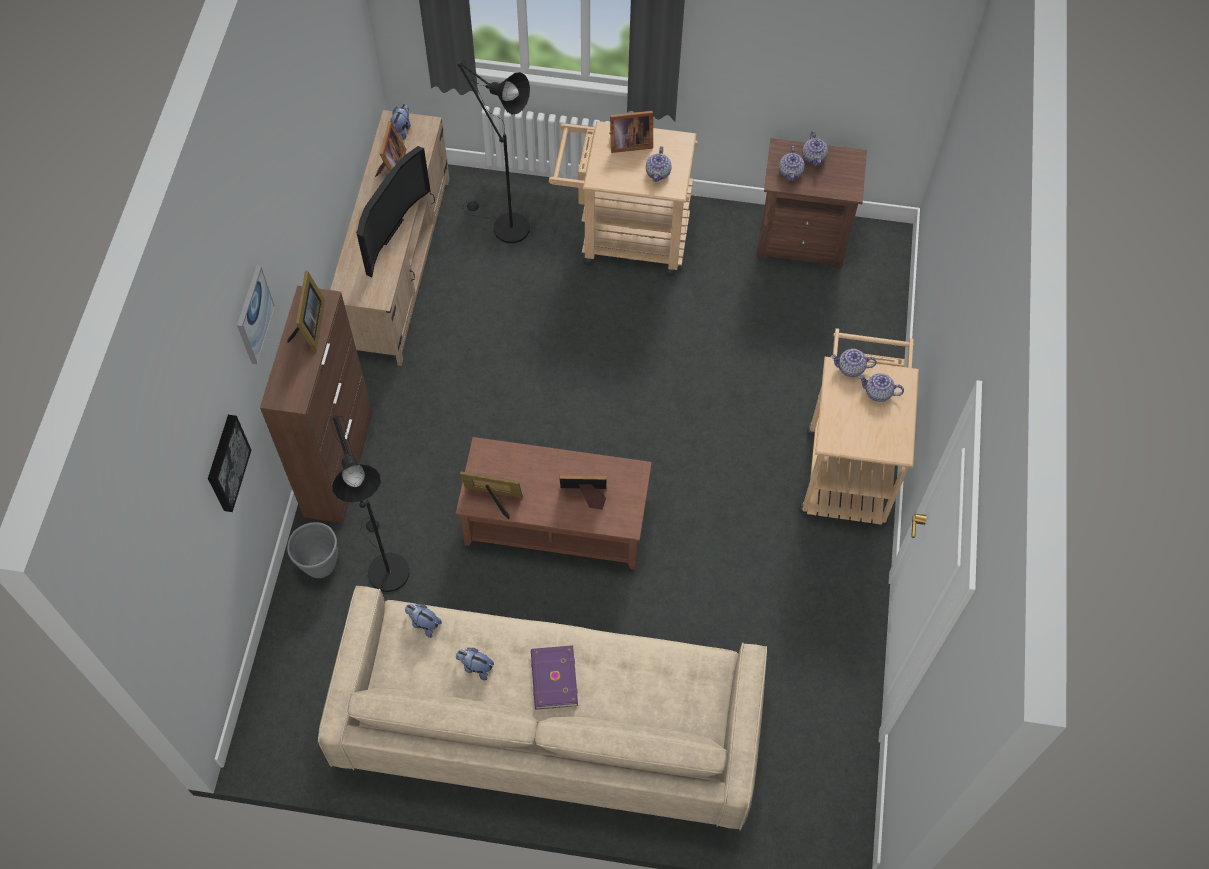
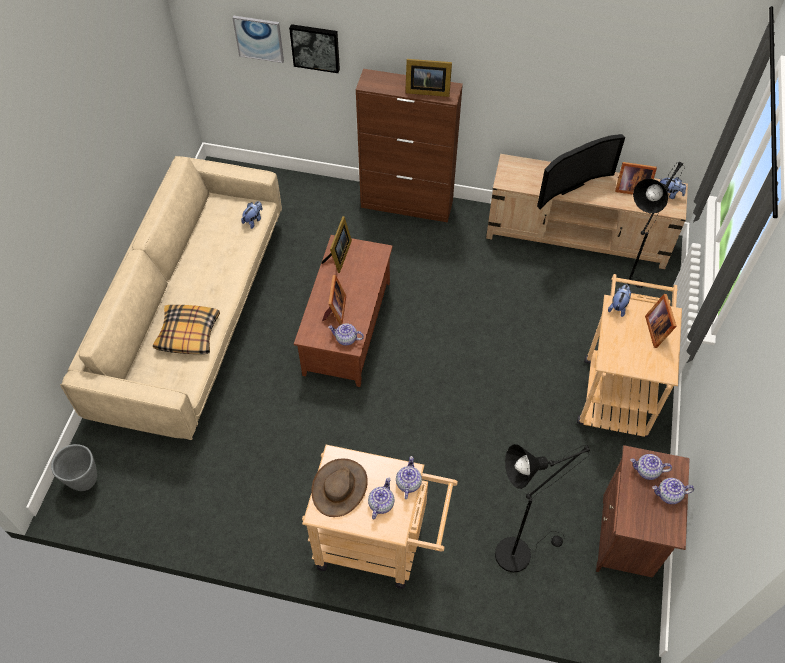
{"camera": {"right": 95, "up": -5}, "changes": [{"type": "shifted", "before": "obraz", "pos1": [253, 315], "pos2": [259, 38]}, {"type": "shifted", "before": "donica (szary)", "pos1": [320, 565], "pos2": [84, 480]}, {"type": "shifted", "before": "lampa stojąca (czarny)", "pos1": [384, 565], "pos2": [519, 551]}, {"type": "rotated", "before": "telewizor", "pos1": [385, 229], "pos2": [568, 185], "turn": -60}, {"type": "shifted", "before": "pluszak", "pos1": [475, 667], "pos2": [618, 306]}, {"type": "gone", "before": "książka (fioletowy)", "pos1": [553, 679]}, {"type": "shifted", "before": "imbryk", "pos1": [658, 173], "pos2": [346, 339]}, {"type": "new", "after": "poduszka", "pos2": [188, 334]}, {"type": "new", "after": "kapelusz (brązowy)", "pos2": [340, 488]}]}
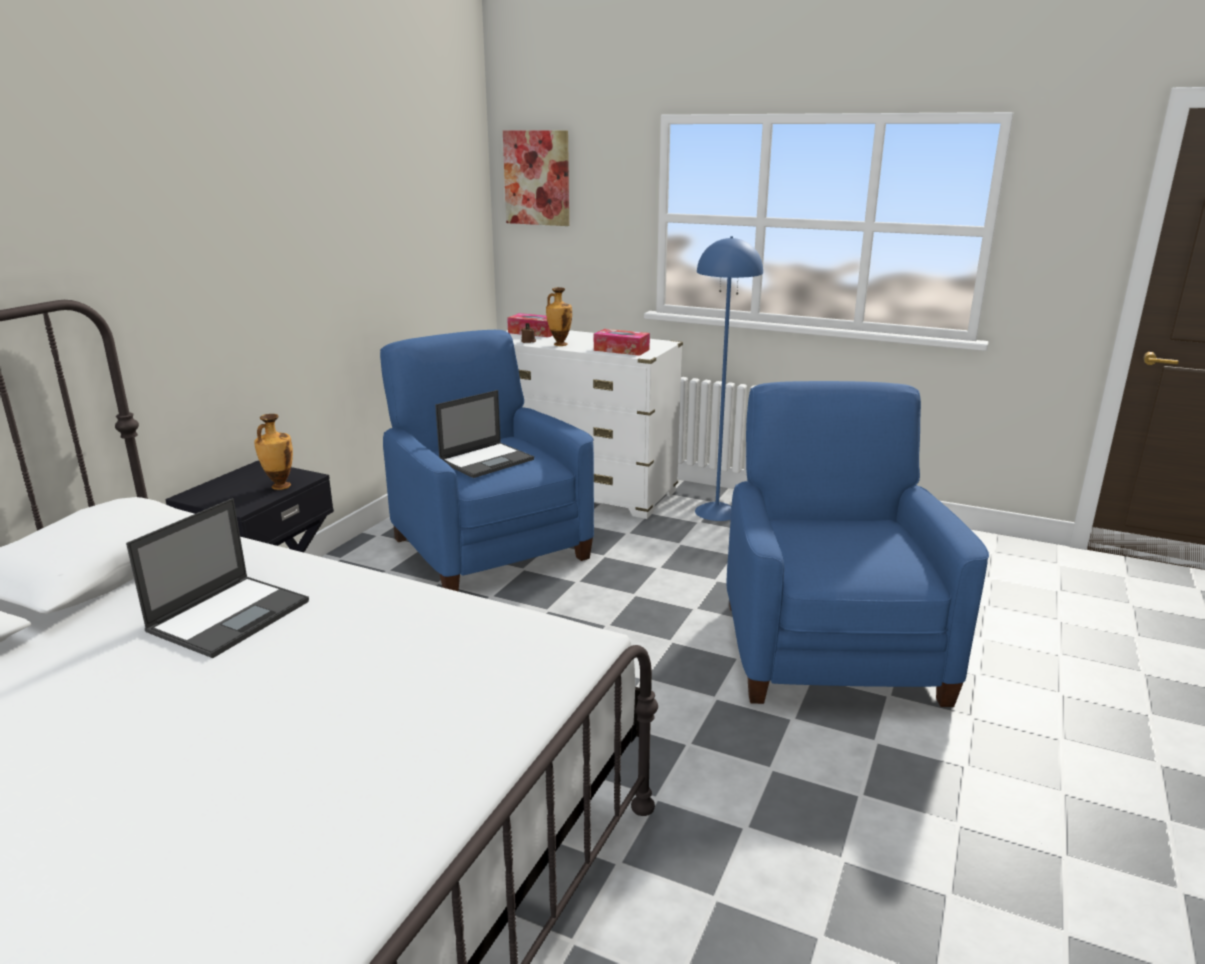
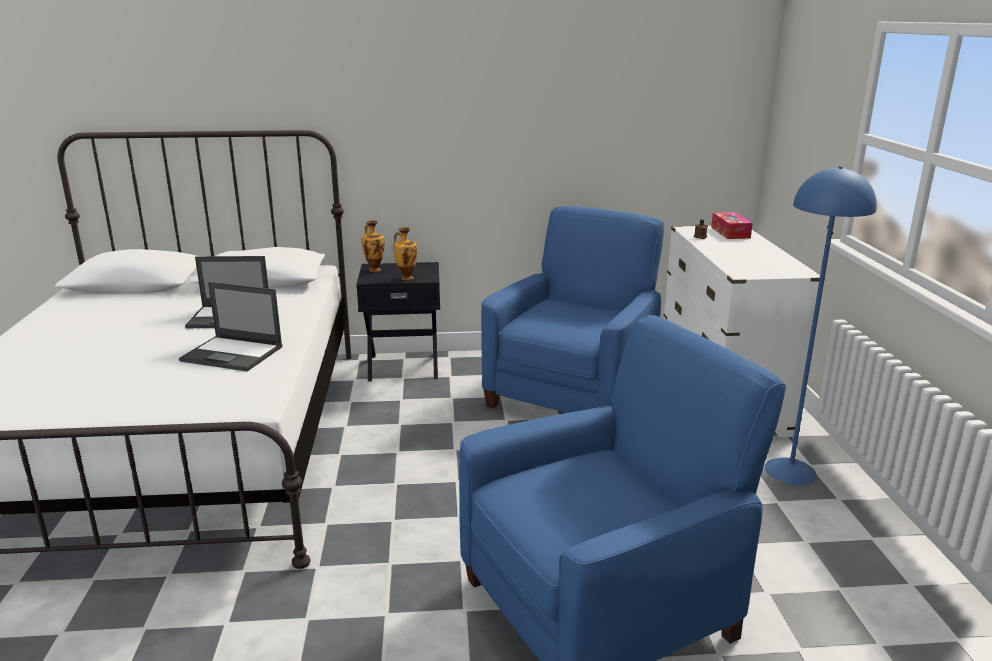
{"camera": {"right": 60, "up": 0}, "changes": [{"type": "shifted", "before": "laptop", "pos1": [487, 460], "pos2": [233, 354]}, {"type": "gone", "before": "obraz", "pos1": [537, 178]}, {"type": "shifted", "before": "wazon", "pos1": [559, 344], "pos2": [374, 269]}, {"type": "gone", "before": "pudełko chusteczek", "pos1": [621, 350]}]}
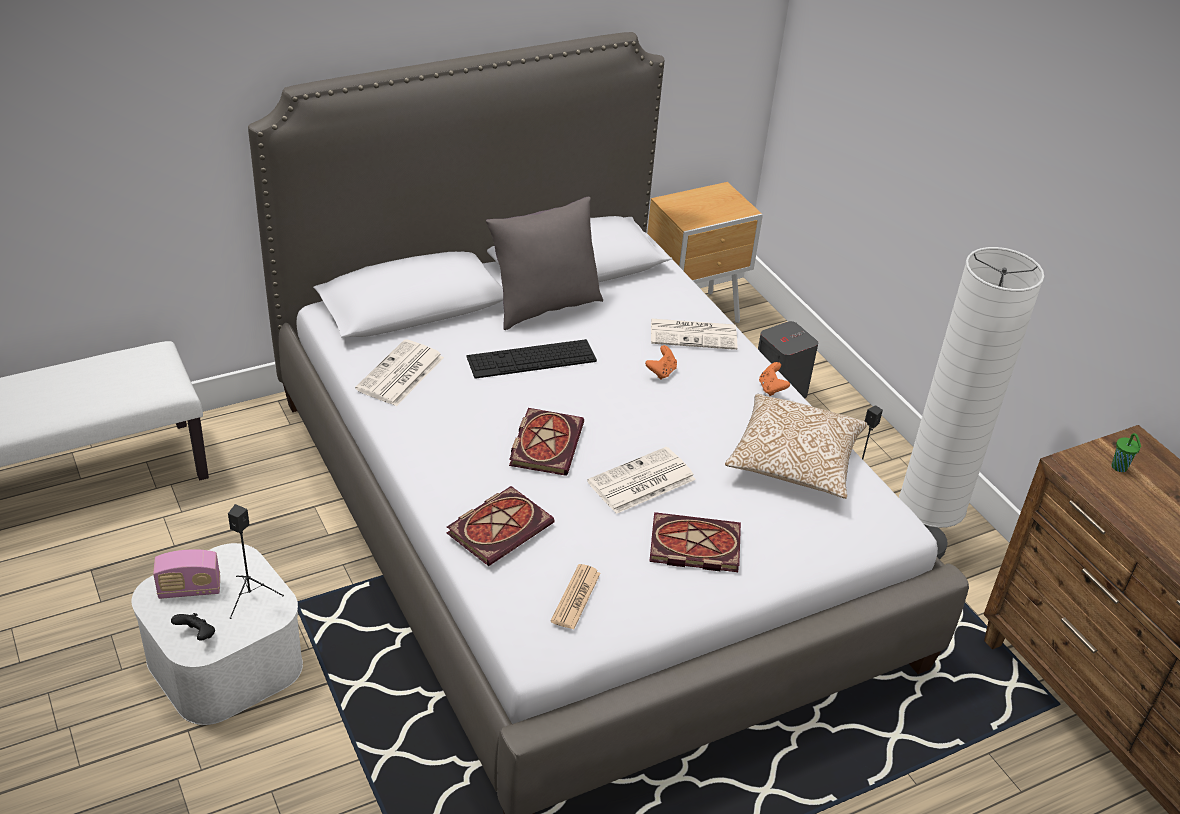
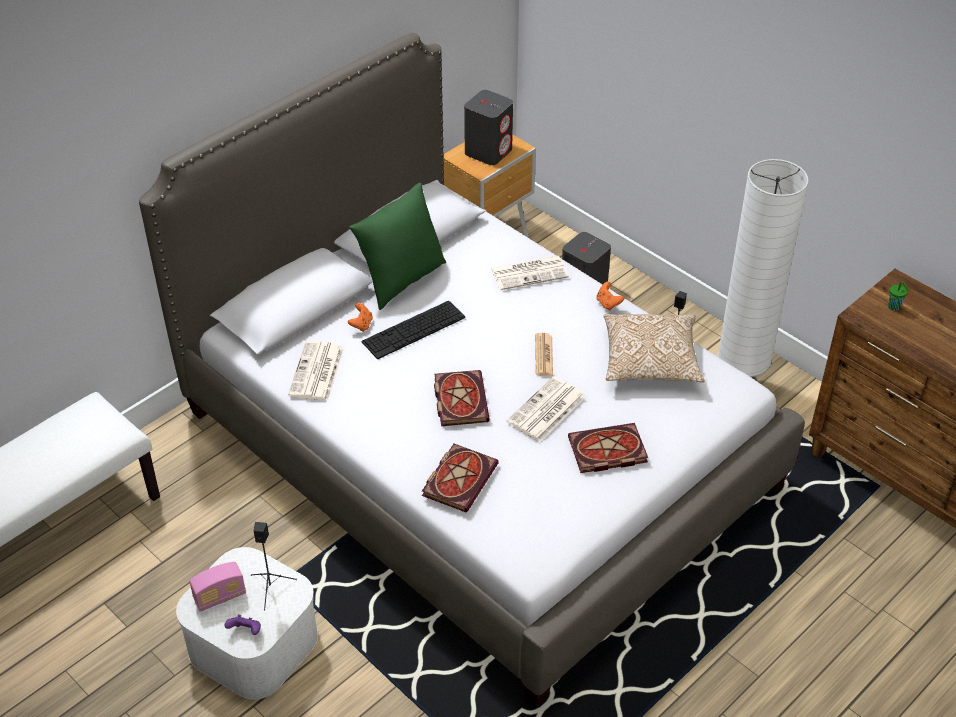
{"camera": {"right": -15, "up": 5}, "changes": [{"type": "repainted", "before": "pad do gier (czarny)", "after": "pad do gier (fioletowy)", "pos1": [197, 635], "pos2": [246, 631]}, {"type": "repainted", "before": "poduszka (szary)", "after": "poduszka (zielony)", "pos1": [544, 307], "pos2": [401, 280]}, {"type": "shifted", "before": "gazeta", "pos1": [576, 597], "pos2": [544, 355]}, {"type": "shifted", "before": "pad do gier (pomarańczowy)", "pos1": [661, 372], "pos2": [361, 325]}, {"type": "new", "after": "głośnik (szary)", "pos2": [488, 151]}]}
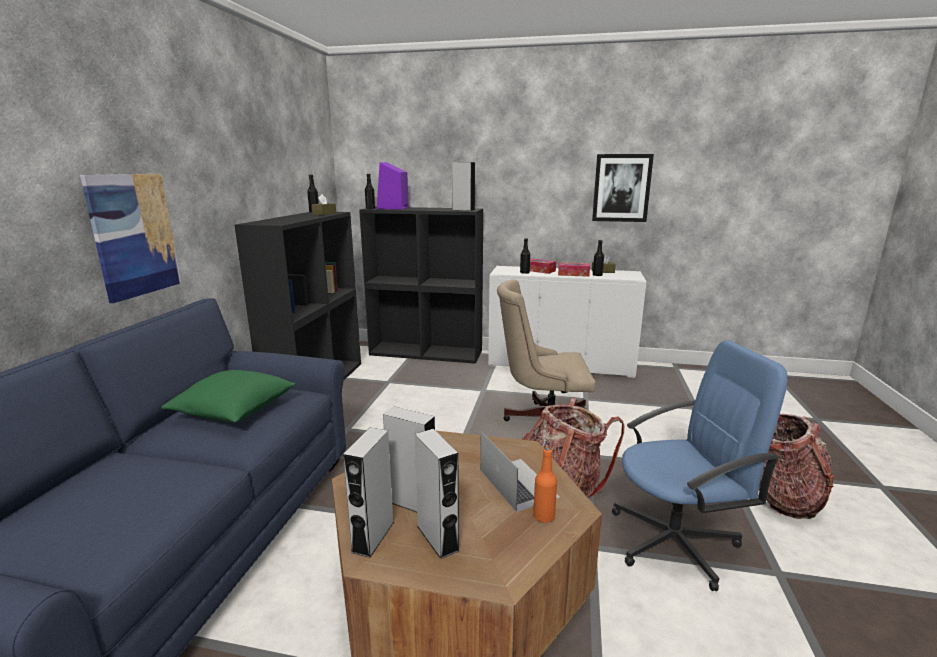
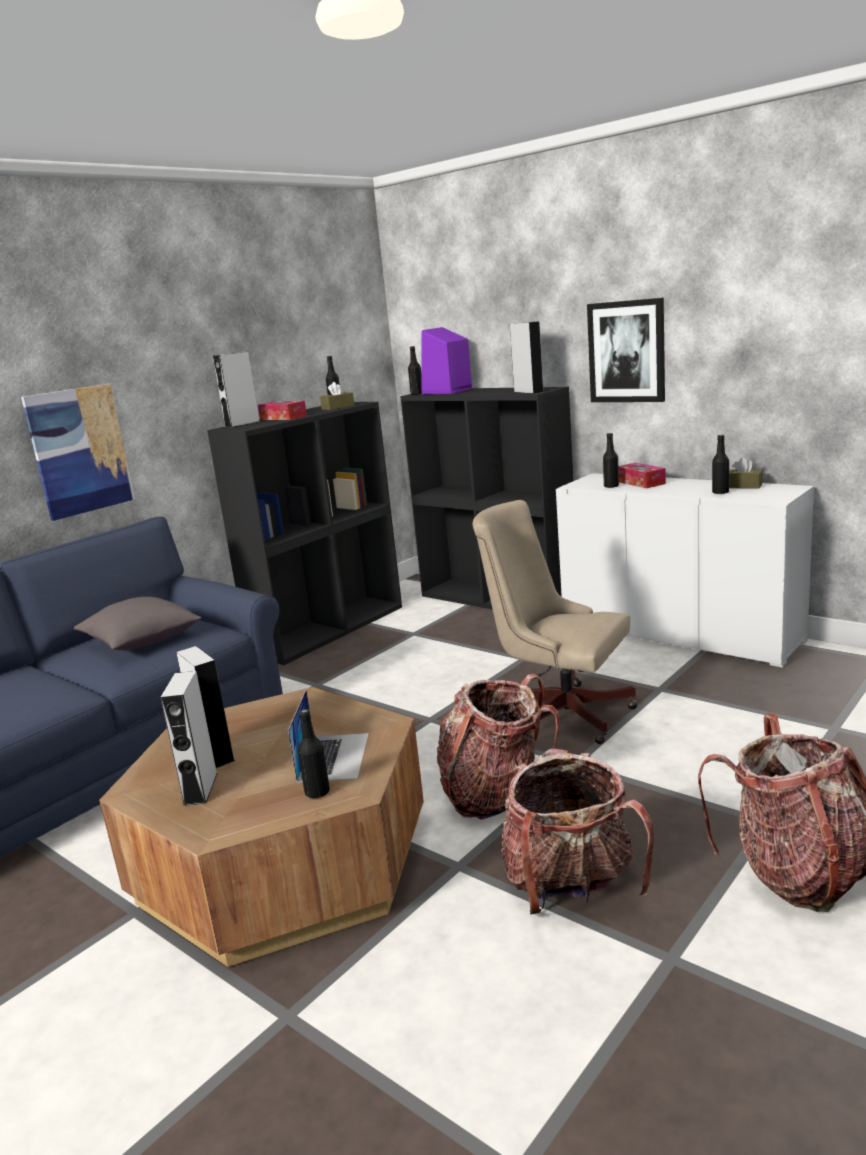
{"camera": {"right": 30, "up": 0}, "changes": [{"type": "repainted", "before": "poduszka (zielony)", "after": "poduszka (szary)", "pos1": [235, 412], "pos2": [142, 642]}, {"type": "shifted", "before": "głośnik (szary)", "pos1": [373, 536], "pos2": [242, 424]}, {"type": "repainted", "before": "butelka (pomarańczowy)", "after": "butelka (czarny)", "pos1": [544, 516], "pos2": [317, 792]}, {"type": "shifted", "before": "pudełko chusteczek", "pos1": [573, 274], "pos2": [283, 418]}, {"type": "shifted", "before": "obraz", "pos1": [621, 188], "pos2": [626, 351]}, {"type": "swapped", "before": "krzesło biurowe (niebieski)", "after": "plecak", "pos1": [675, 541], "pos2": [570, 887]}]}
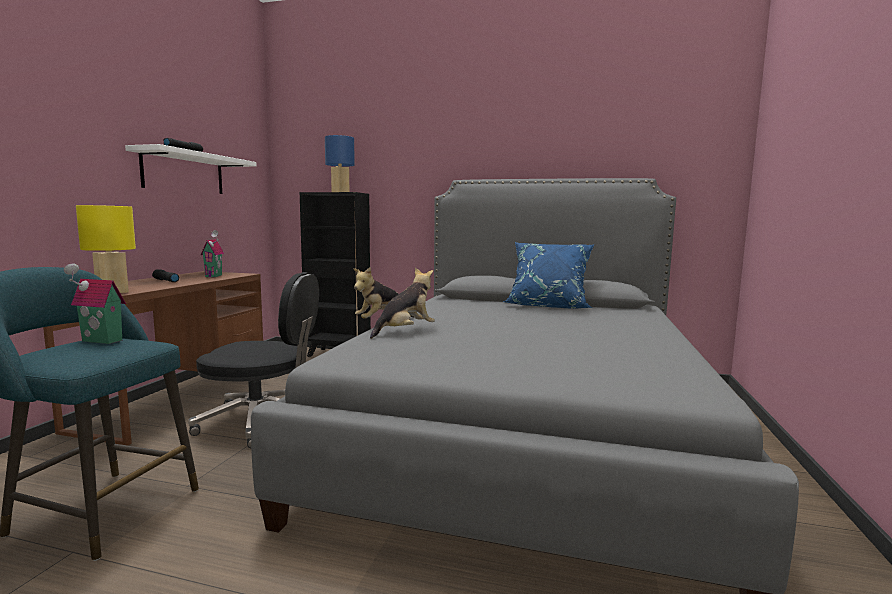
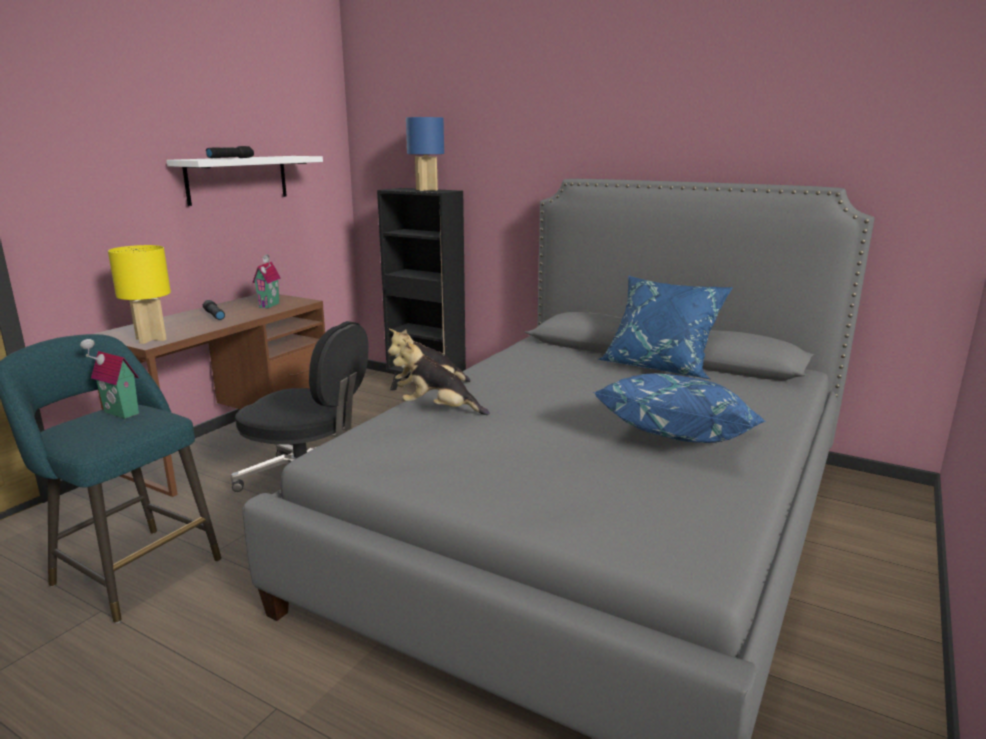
{"camera": {"right": 15, "up": 10}, "changes": [{"type": "rotated", "before": "pluszak", "pos1": [405, 331], "pos2": [440, 410], "turn": -135}, {"type": "new", "after": "poduszka (niebieski)", "pos2": [681, 438]}]}
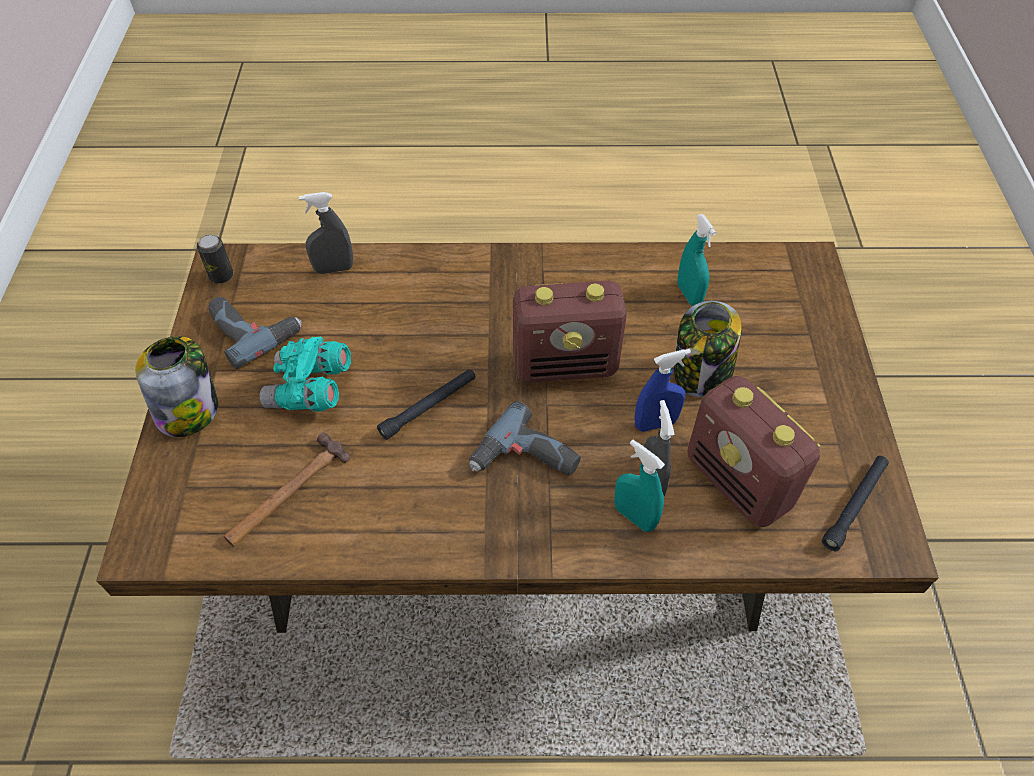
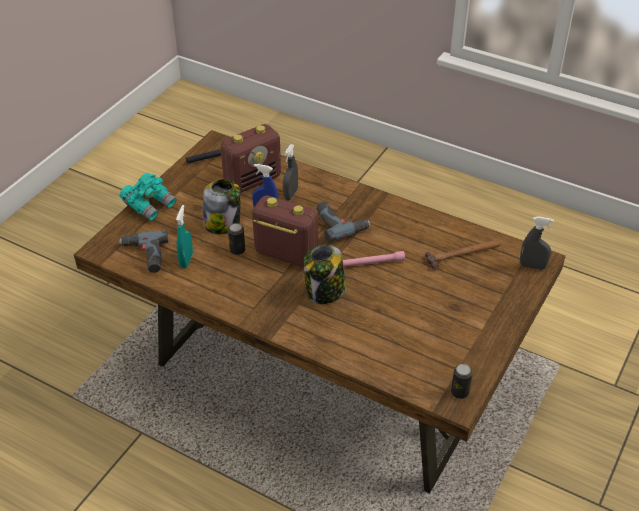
{"camera": {"right": -150, "up": -10}, "changes": [{"type": "shifted", "before": "słoik", "pos1": [188, 410], "pos2": [325, 292]}, {"type": "shifted", "before": "wiertarka", "pos1": [253, 329], "pos2": [144, 256]}, {"type": "shifted", "before": "lornetka (turkusowy)", "pos1": [310, 390], "pos2": [149, 205]}, {"type": "shifted", "before": "spryskiwacz (szary)", "pos1": [334, 269], "pos2": [532, 266]}, {"type": "repainted", "before": "latarka (czarny)", "after": "latarka (różowy)", "pos1": [429, 407], "pos2": [371, 263]}, {"type": "gone", "before": "spryskiwacz (turkusowy)", "pos1": [634, 517]}, {"type": "rotated", "before": "radio", "pos1": [739, 482], "pos2": [253, 180], "turn": 60}, {"type": "new", "after": "puszka", "pos2": [237, 250]}]}
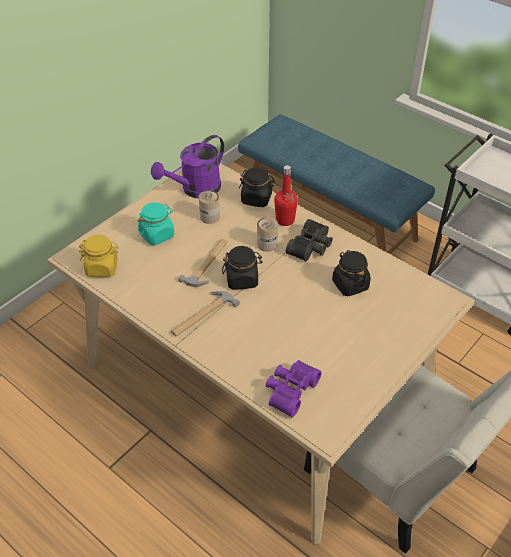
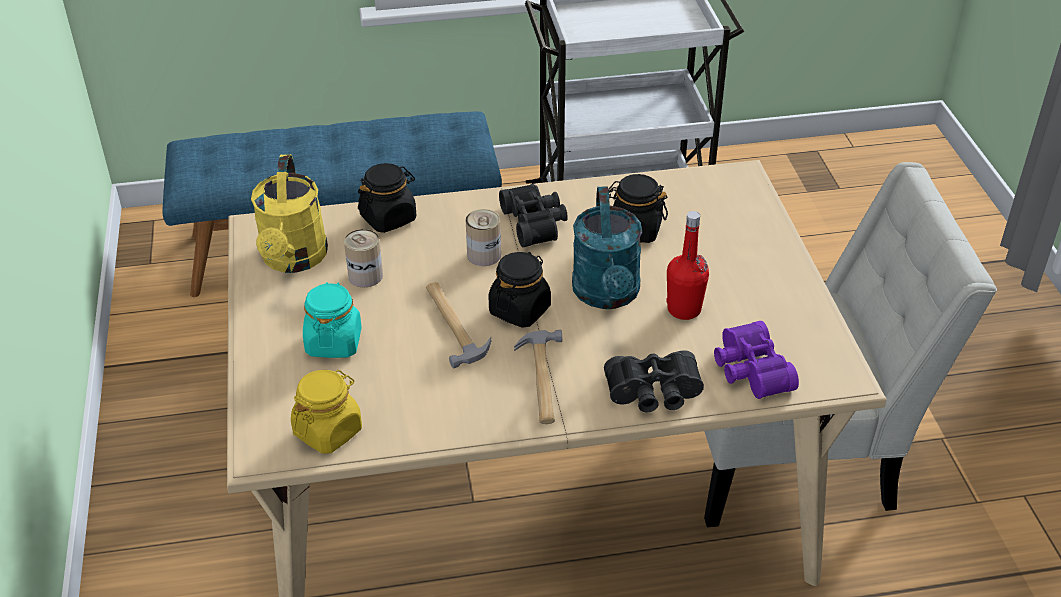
{"camera": {"right": -50, "up": -5}, "changes": [{"type": "repainted", "before": "konewka (fioletowy)", "after": "konewka (żółty)", "pos1": [195, 190], "pos2": [293, 260]}, {"type": "shifted", "before": "butelka (czerwony)", "pos1": [285, 220], "pos2": [684, 309]}, {"type": "new", "after": "konewka (turkusowy)", "pos2": [607, 295]}, {"type": "new", "after": "lornetka (czarny)", "pos2": [654, 394]}]}
